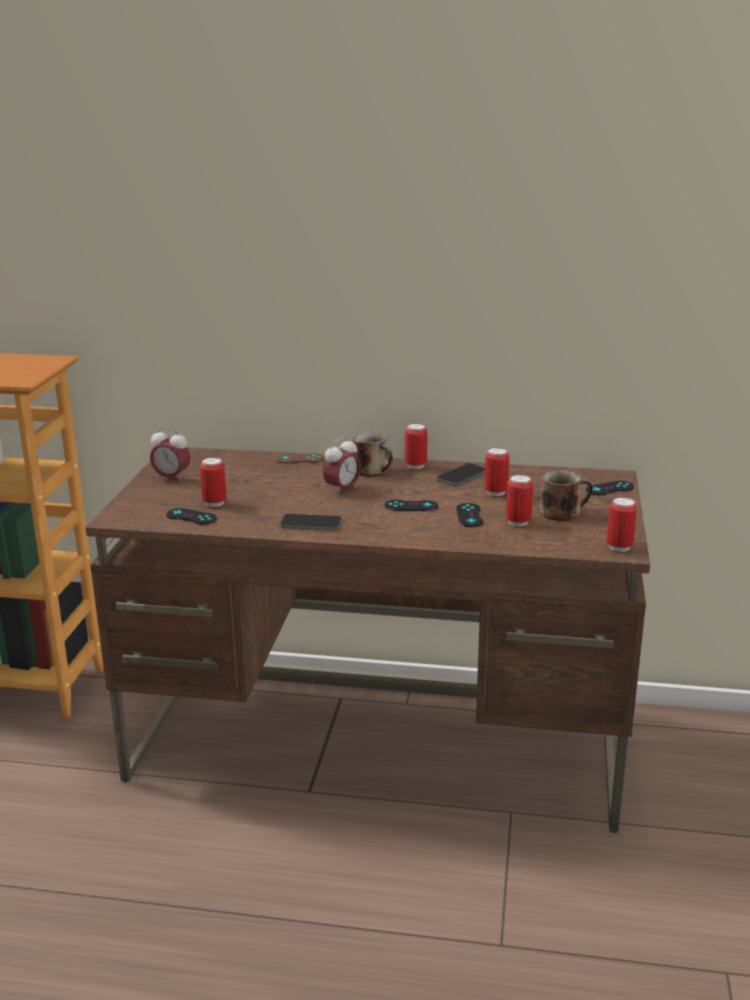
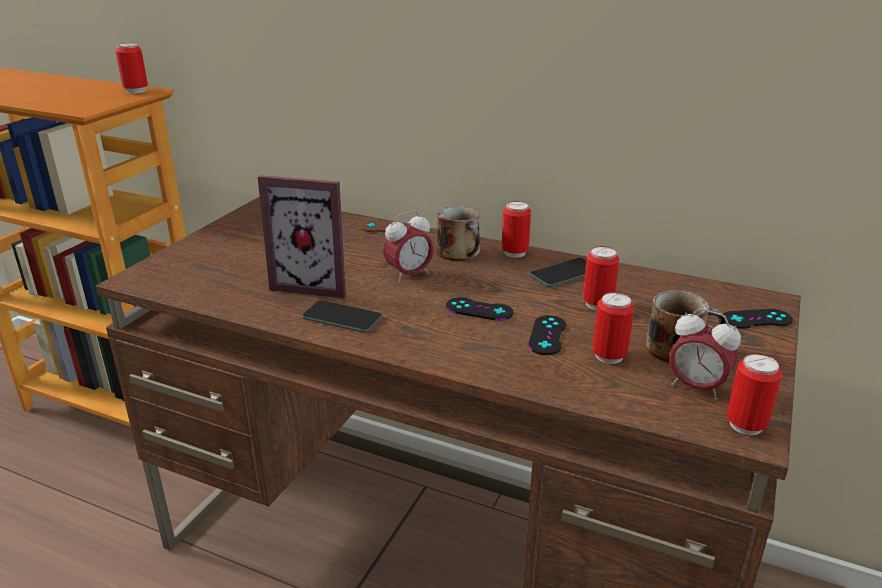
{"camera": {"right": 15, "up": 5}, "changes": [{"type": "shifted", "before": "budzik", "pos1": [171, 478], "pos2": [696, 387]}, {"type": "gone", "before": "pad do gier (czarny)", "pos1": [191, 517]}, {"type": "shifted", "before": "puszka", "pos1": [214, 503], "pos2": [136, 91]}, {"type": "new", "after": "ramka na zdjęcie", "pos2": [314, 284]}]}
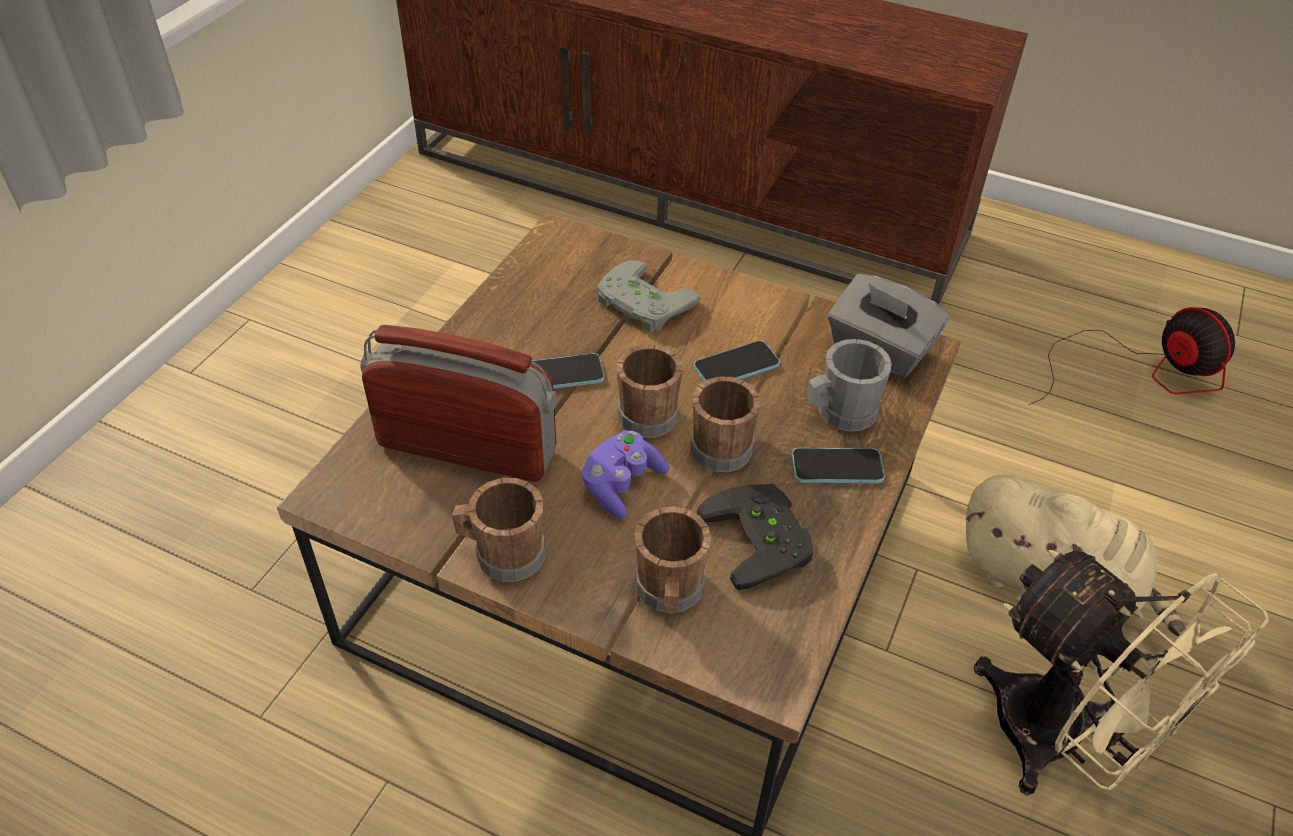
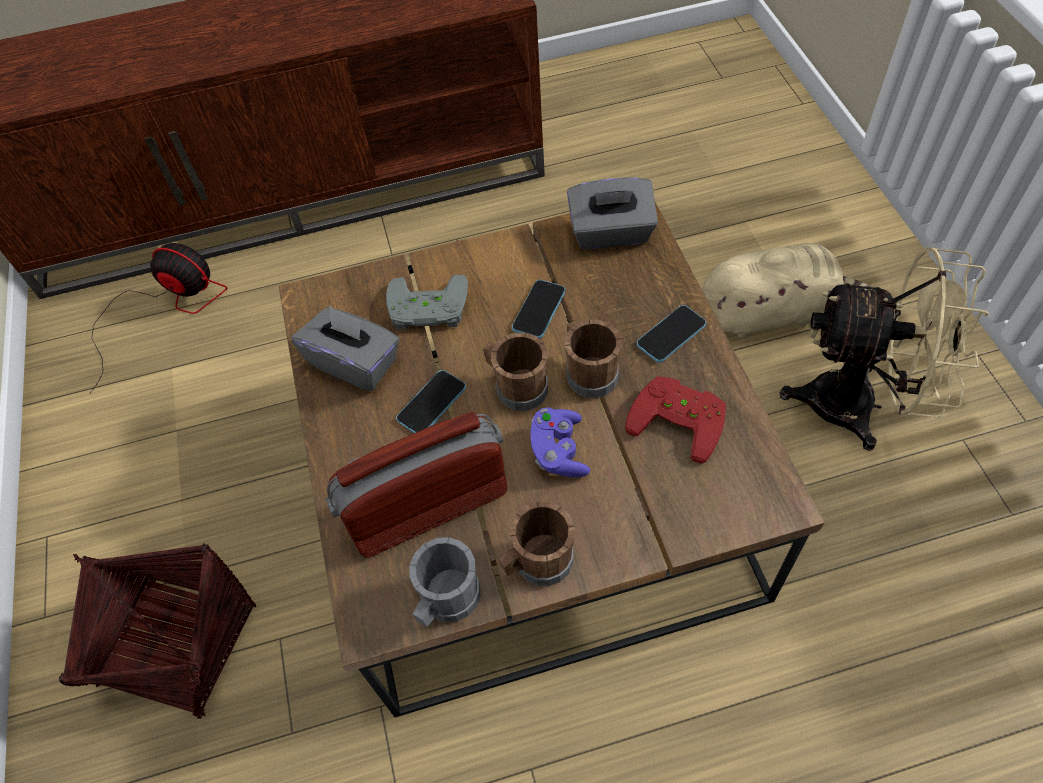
{"camera": {"right": -35, "up": 10}, "changes": [{"type": "gone", "before": "kubek (brązowy)", "pos1": [669, 592]}, {"type": "repainted", "before": "pad do gier (czarny)", "after": "pad do gier (czerwony)", "pos1": [763, 539], "pos2": [680, 417]}, {"type": "shifted", "before": "kubek (szary)", "pos1": [840, 412], "pos2": [447, 600]}, {"type": "shifted", "before": "wentylator", "pos1": [1140, 371], "pos2": [166, 308]}, {"type": "new", "after": "koszyk", "pos2": [180, 645]}, {"type": "new", "after": "pudełko chusteczek (szary)", "pos2": [355, 363]}]}
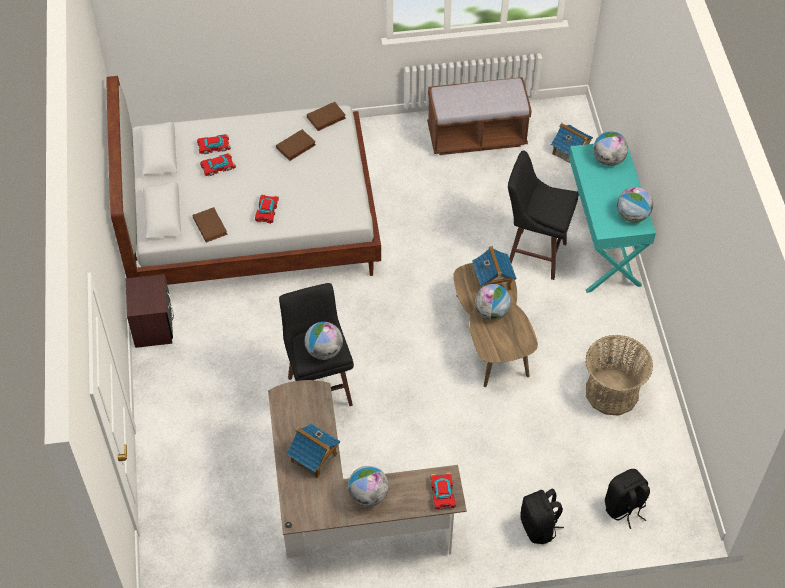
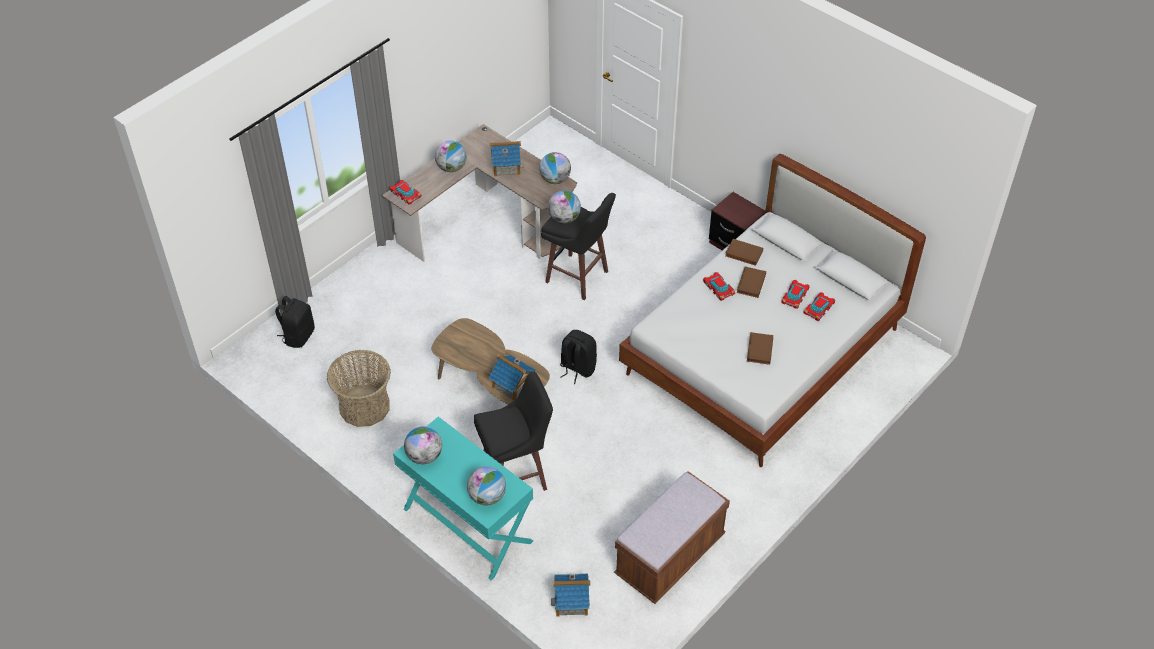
{"camera": {"right": 140, "up": -5}, "changes": [{"type": "shifted", "before": "książka (brązowy)", "pos1": [326, 118], "pos2": [750, 283]}, {"type": "shifted", "before": "globus", "pos1": [491, 312], "pos2": [555, 179]}, {"type": "shifted", "before": "plecak (czarny)", "pos1": [539, 527], "pos2": [577, 368]}]}
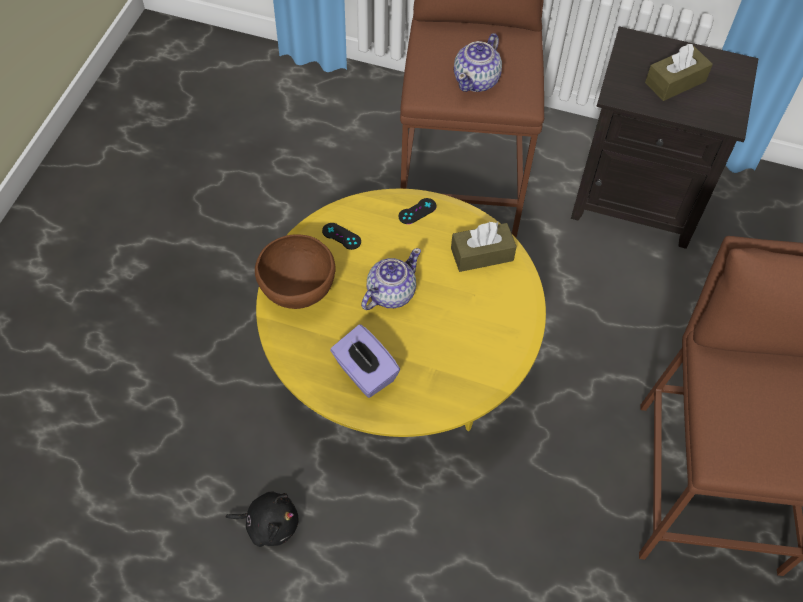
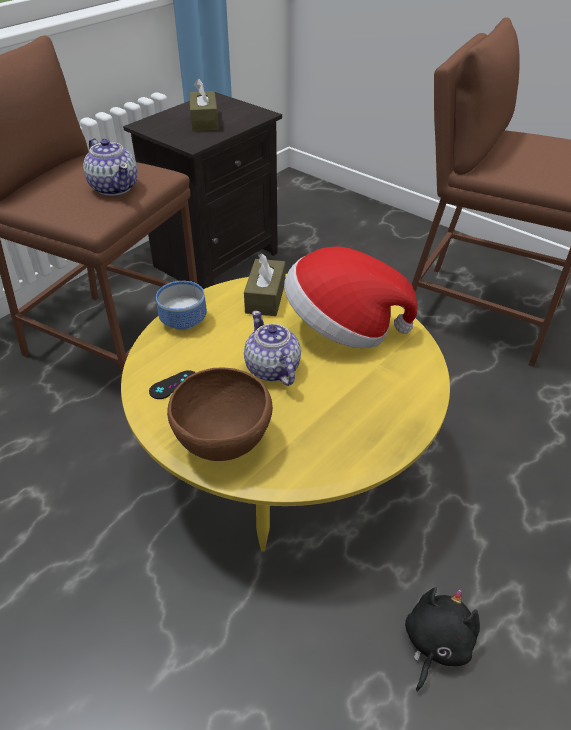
{"camera": {"right": -65, "up": -15}, "changes": [{"type": "gone", "before": "pudełko chusteczek (fioletowy)", "pos1": [364, 373]}, {"type": "swapped", "before": "pad do gier (czarny)", "after": "miska", "pos1": [417, 211], "pos2": [185, 322]}, {"type": "new", "after": "kapelusz", "pos2": [342, 327]}]}
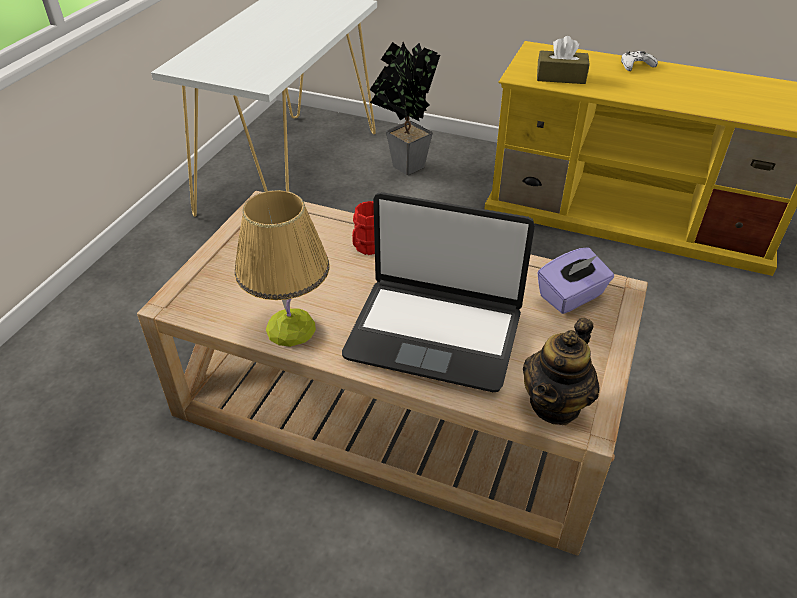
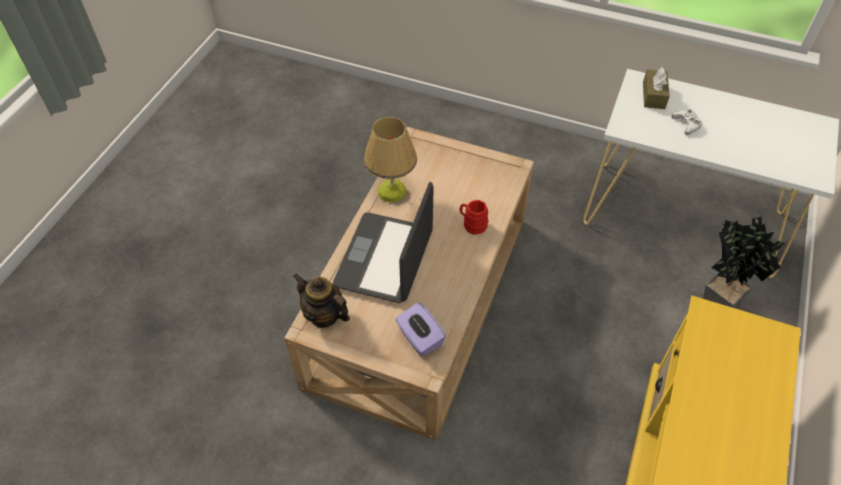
{"camera": {"right": 90, "up": 10}, "changes": [{"type": "shifted", "before": "pudełko chusteczek (brązowy)", "pos1": [561, 77], "pos2": [653, 95]}, {"type": "shifted", "before": "pad do gier (biały)", "pos1": [636, 65], "pos2": [686, 124]}]}
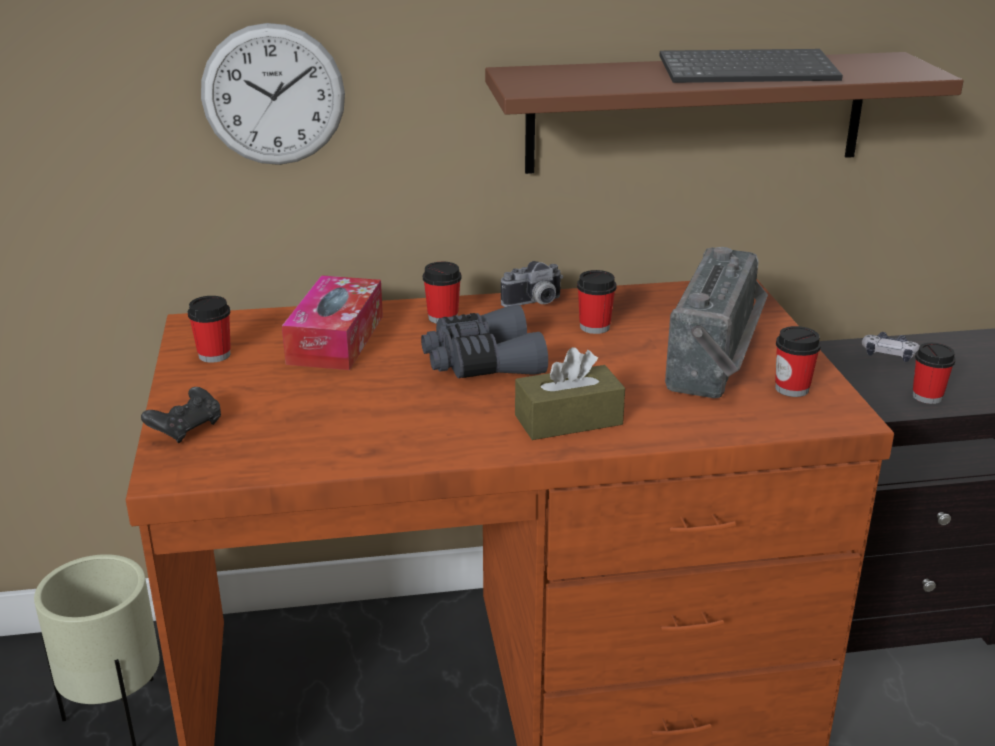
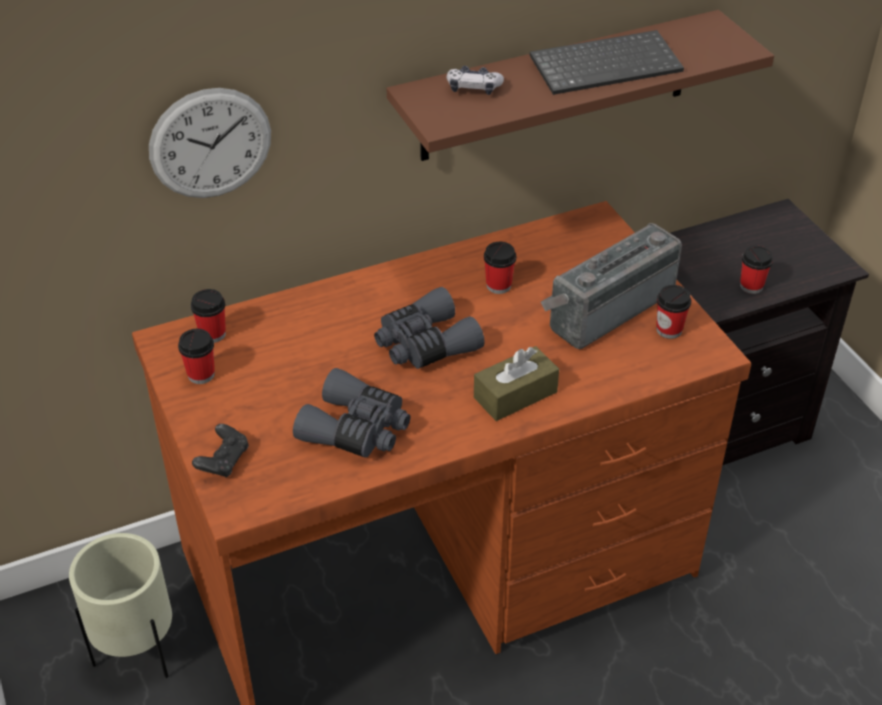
{"camera": {"right": -15, "up": 15}, "changes": [{"type": "gone", "before": "pudełko chusteczek", "pos1": [336, 339]}, {"type": "shifted", "before": "filiżanka", "pos1": [443, 317], "pos2": [212, 334]}, {"type": "gone", "before": "aparat fotograficzny", "pos1": [535, 303]}, {"type": "rotated", "before": "radio", "pos1": [719, 360], "pos2": [607, 307], "turn": -135}, {"type": "shifted", "before": "pad do gier", "pos1": [889, 355], "pos2": [473, 88]}, {"type": "new", "after": "lornetka (szary)", "pos2": [356, 429]}]}
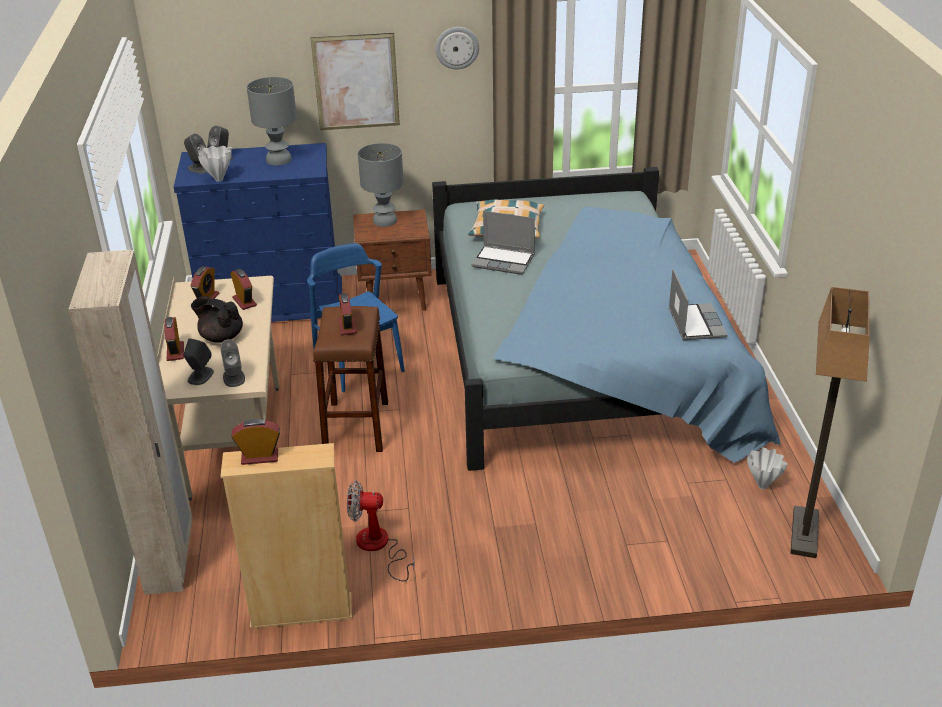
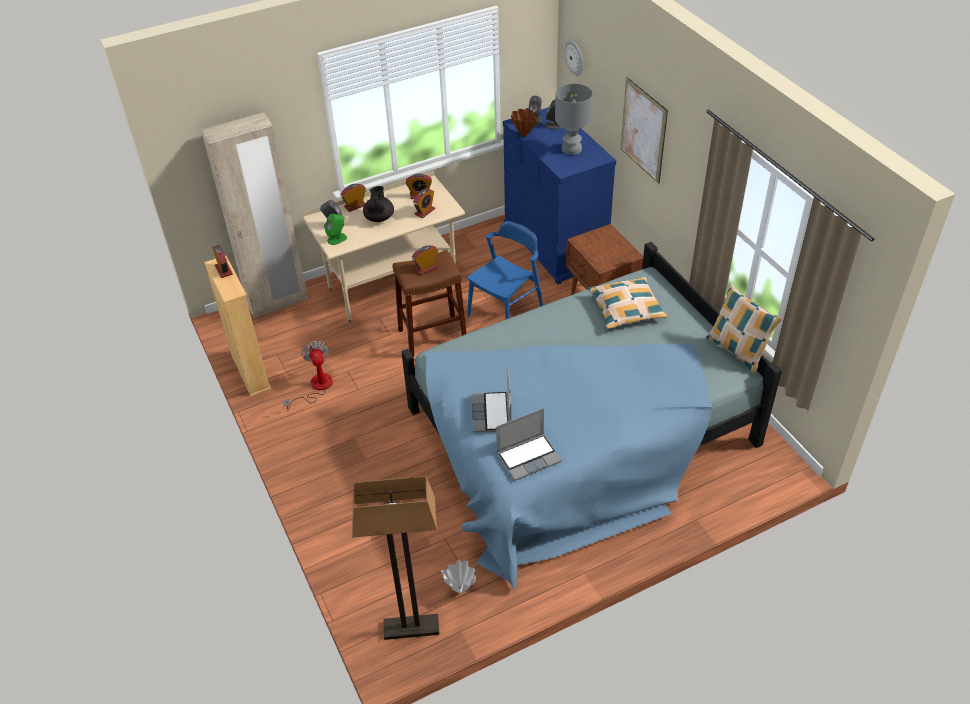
{"camera": {"right": 70, "up": 10}, "changes": [{"type": "repainted", "before": "wazon (biały)", "after": "wazon (brązowy)", "pos1": [218, 180], "pos2": [523, 135]}, {"type": "repainted", "before": "głośnik (szary)", "after": "głośnik (zielony)", "pos1": [233, 377], "pos2": [337, 239]}, {"type": "gone", "before": "lampa stołowa (szary)", "pos1": [384, 221]}, {"type": "shifted", "before": "zegar ścienny", "pos1": [457, 47], "pos2": [574, 57]}, {"type": "shifted", "before": "laptop", "pos1": [504, 261], "pos2": [492, 414]}, {"type": "new", "after": "poduszka", "pos2": [737, 351]}]}
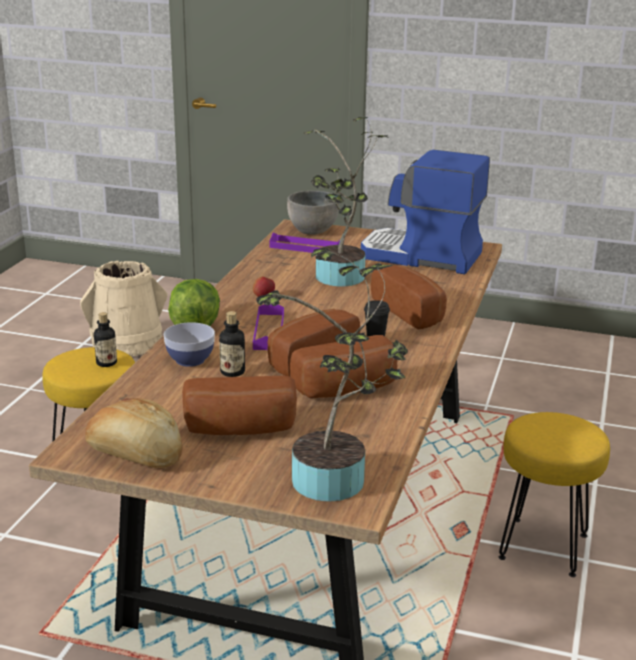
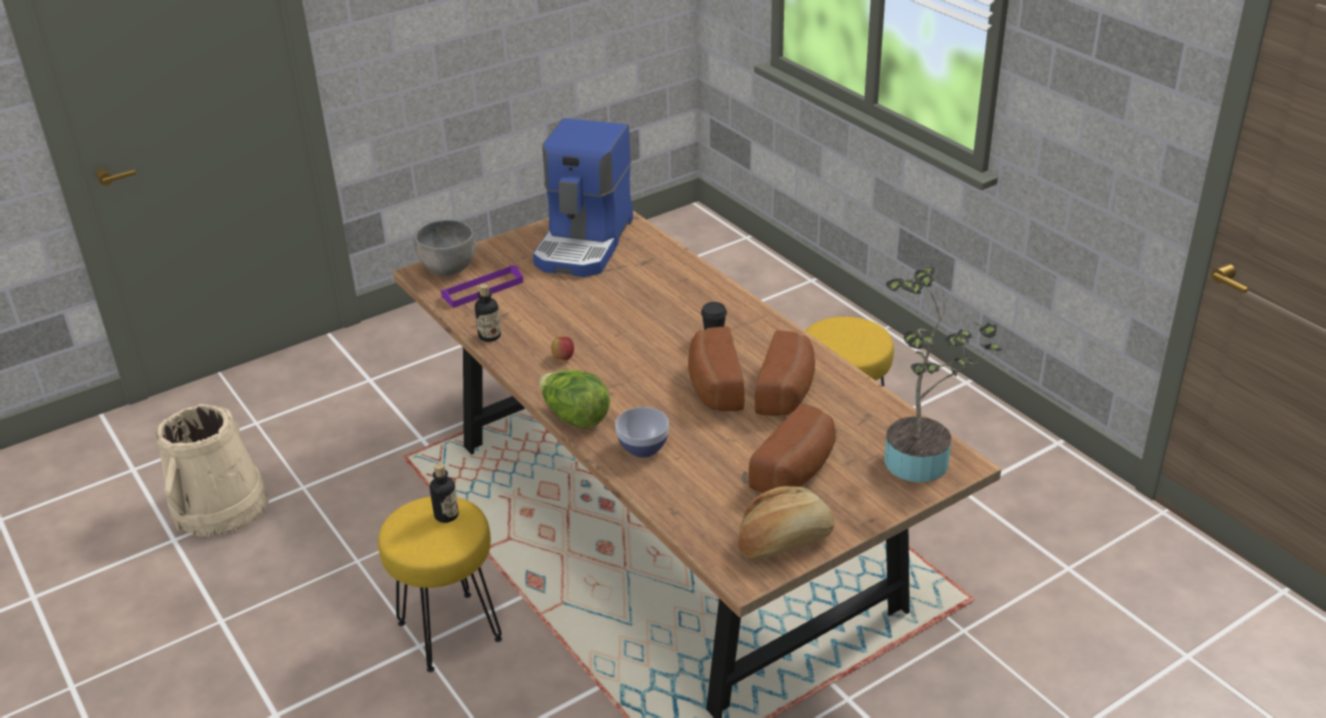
{"camera": {"right": -50, "up": 10}, "changes": [{"type": "shifted", "before": "butelka", "pos1": [232, 372], "pos2": [489, 336]}, {"type": "gone", "before": "taca (fioletowy)", "pos1": [268, 331]}, {"type": "gone", "before": "roślina doniczkowa", "pos1": [339, 279]}, {"type": "rotated", "before": "ekspres do kawy", "pos1": [421, 256], "pos2": [585, 243], "turn": -45}, {"type": "gone", "before": "chleb", "pos1": [411, 311]}]}
